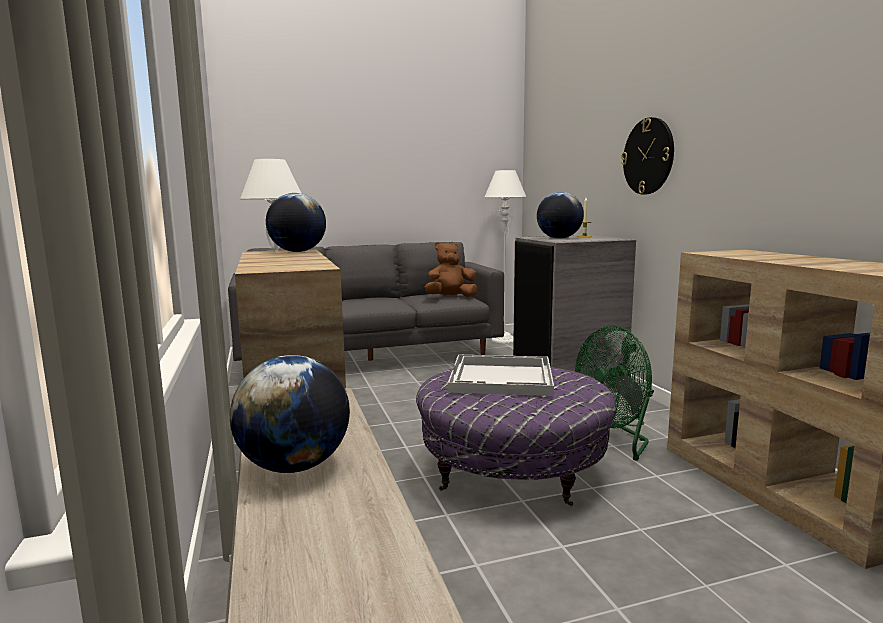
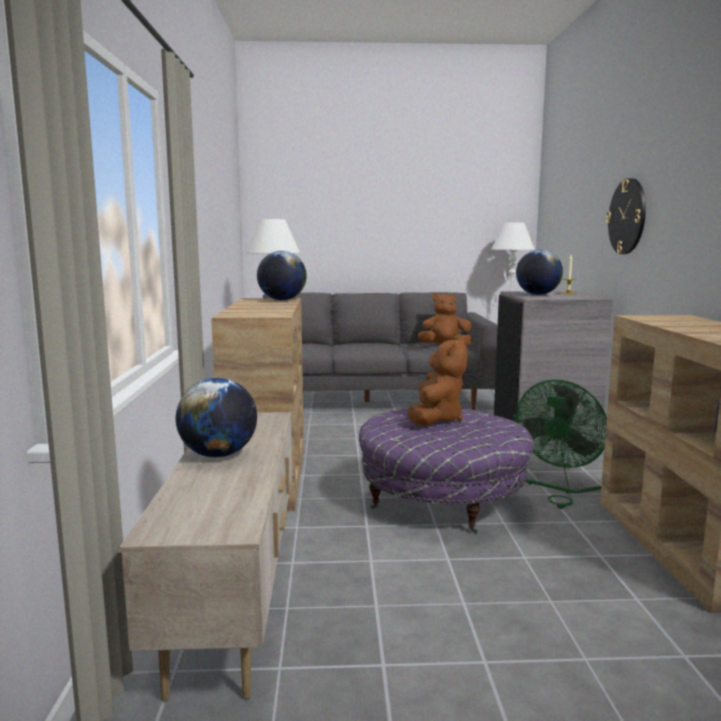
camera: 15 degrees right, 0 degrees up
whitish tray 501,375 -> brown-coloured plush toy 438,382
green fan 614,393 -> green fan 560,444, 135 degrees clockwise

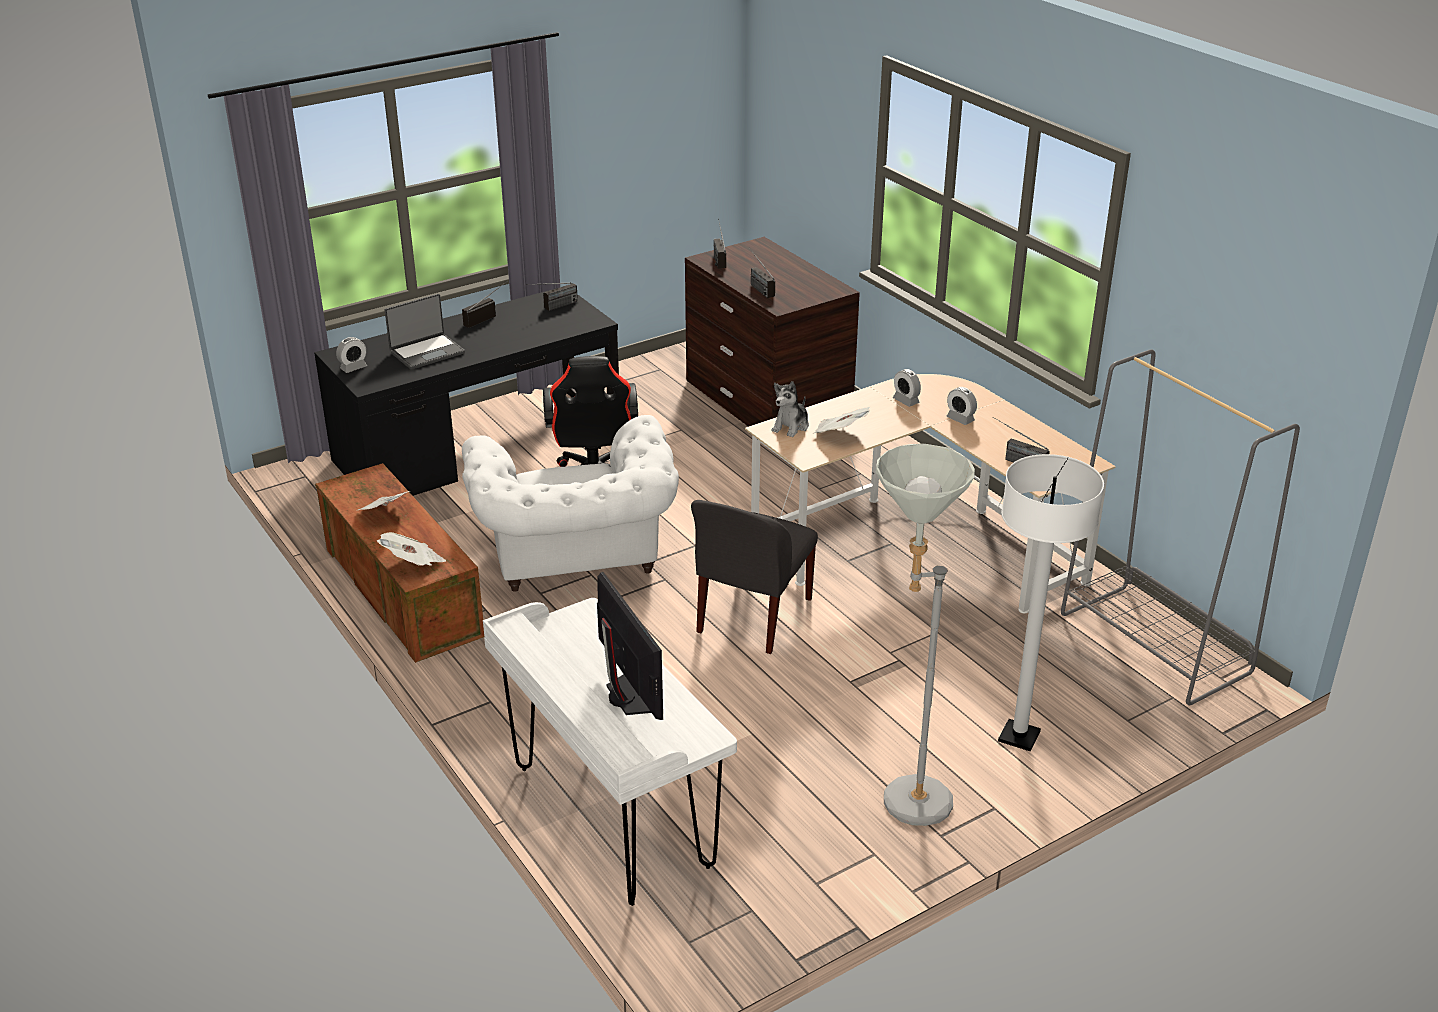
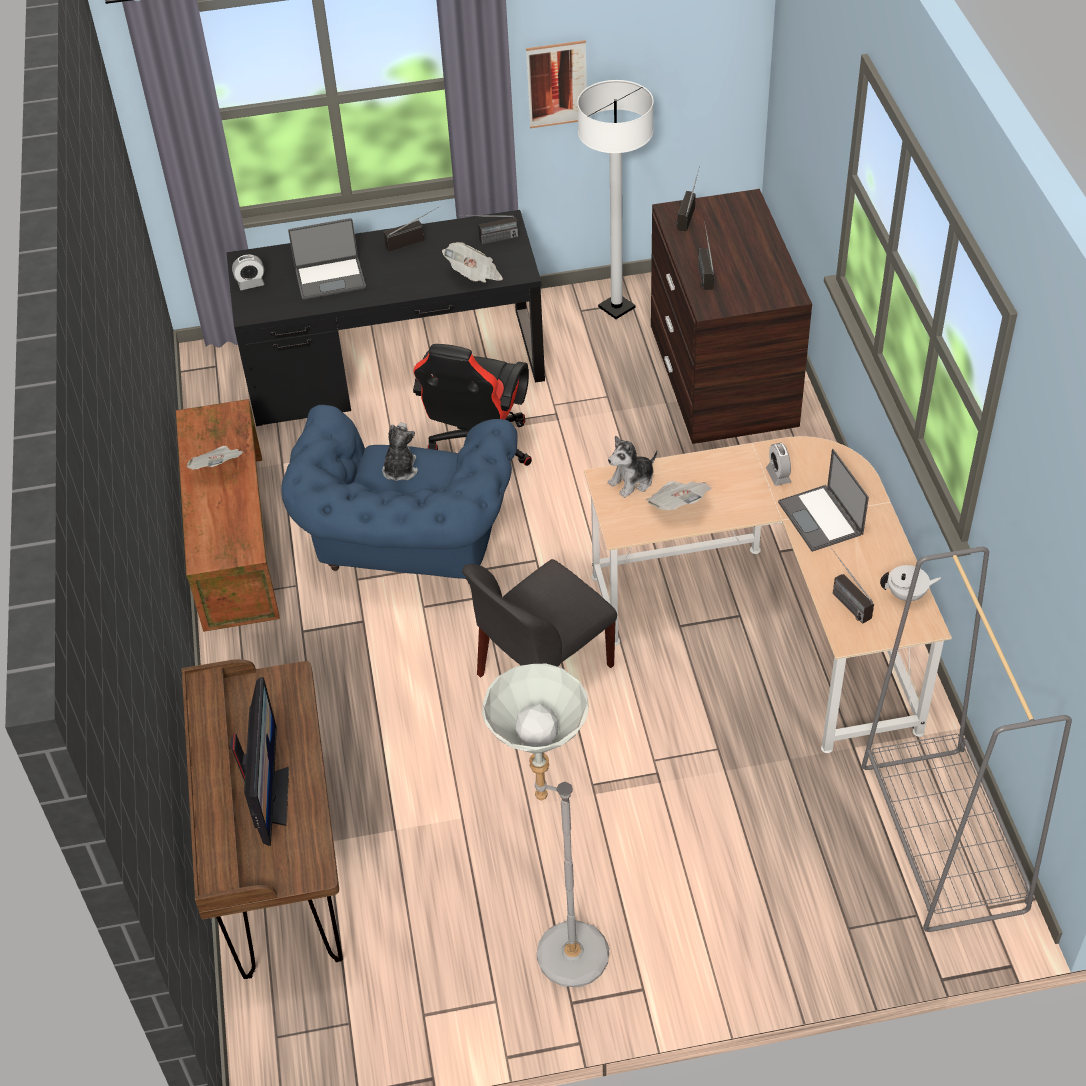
camera: 25 degrees right, 15 degrees up
newspaper 411,549 -> newspaper 472,262, move
whitish lounge chair 570,503 -> blue-coloured lounge chair 399,494
whitish desk unit 610,752 -> brown-coloured desk unit 262,819
table clock 961,406 -> notebook computer 823,500
whitish standing lamp 1051,602 -> whitish standing lamp 615,199, move
none -> plush toy 400,452
none -> wall art 556,84
none -> whitish tea pot 910,583

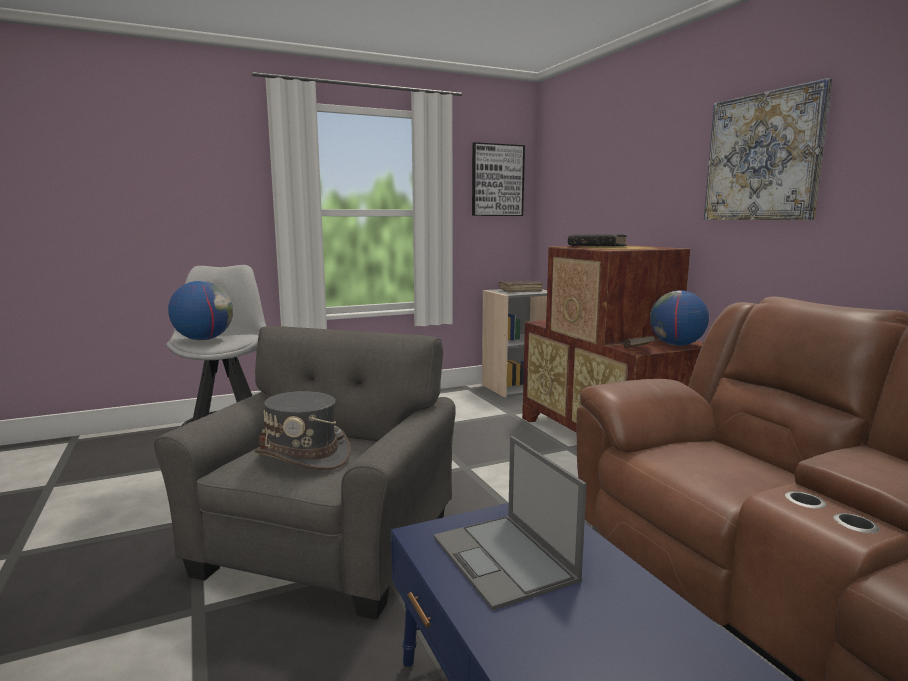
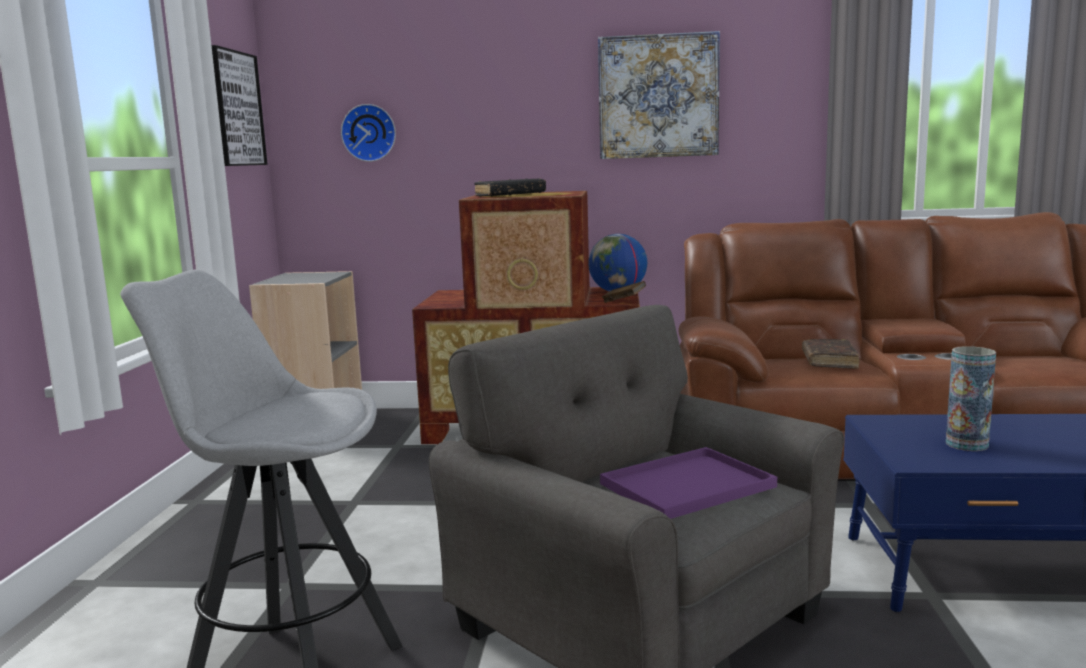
camera: 60 degrees left, 0 degrees up
globe 200,310 -> none
grey wearable hat 302,430 -> purple-coloured tray 688,483
notebook computer 510,523 -> decorative vase 971,398
brown-coloured bound book 521,287 -> brown-coloured bound book 830,354, move
none -> hanging clock 368,133

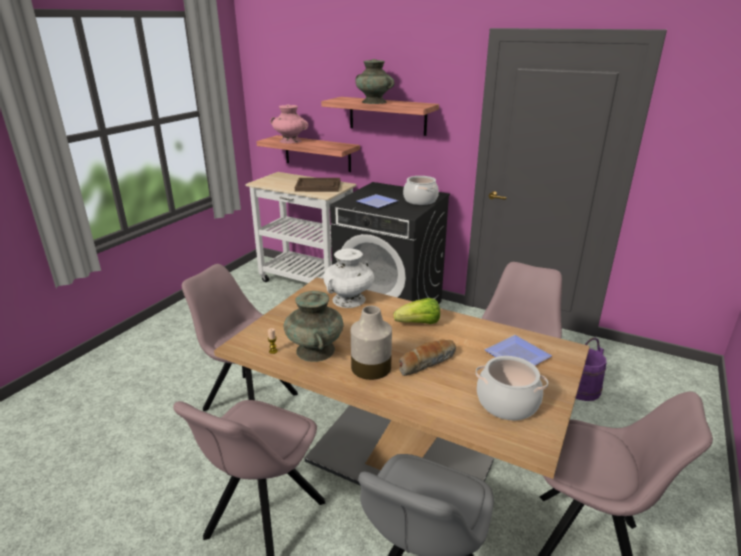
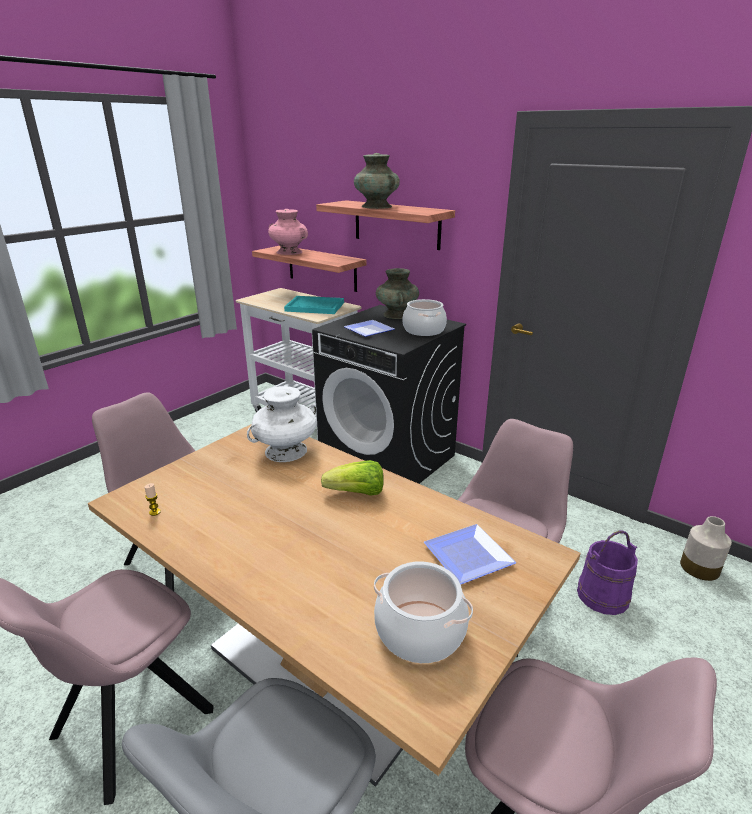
camera: 10 degrees right, 0 degrees up
blue-green decorative vase 313,326 -> blue-green decorative vase 397,293, move
brown-coloured tray 317,185 -> blue-green tray 314,305
sand-coloured decorative vase 371,343 -> sand-coloured decorative vase 706,548, move
baked bread 427,358 -> none

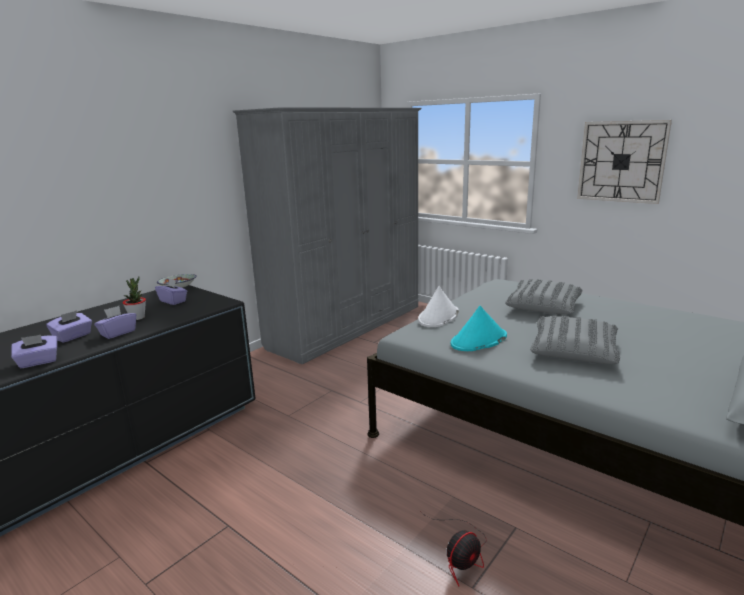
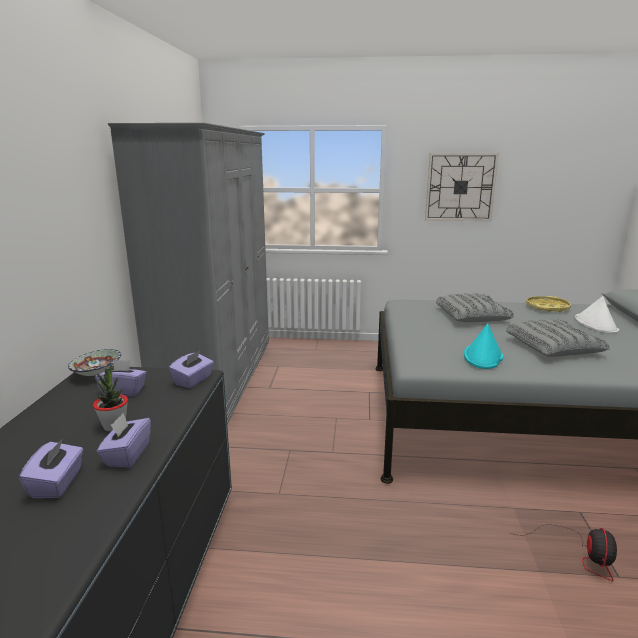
camera: 35 degrees left, 0 degrees up
purple-coloured tissue box 34,351 -> purple-coloured tissue box 191,369, move
whitish wearable hat 438,306 -> whitish wearable hat 597,315, move
none -> yellow tray 548,304

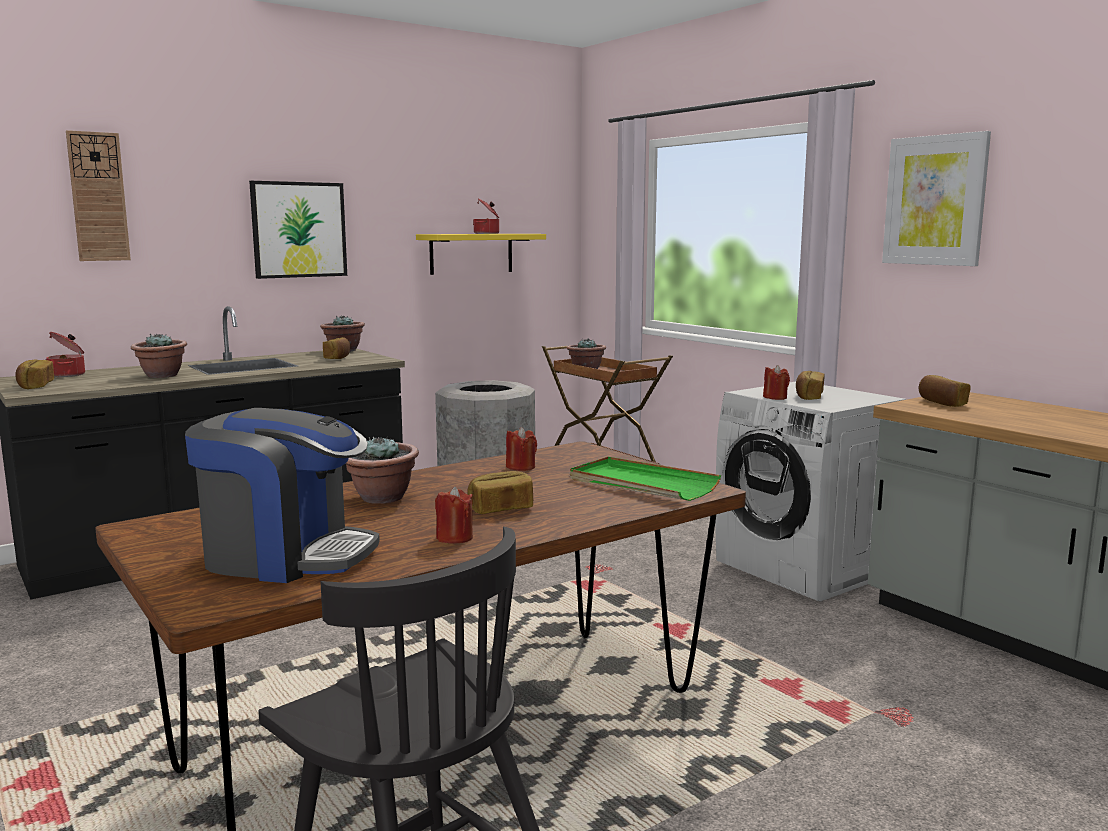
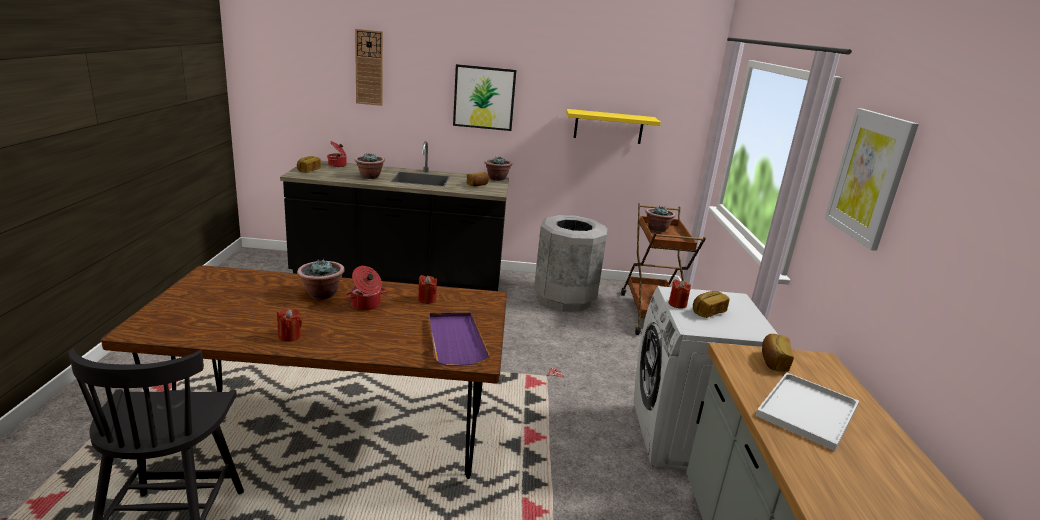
camera: 35 degrees right, 10 degrees up
coffee brewer 282,495 -> none
baked bread 500,492 -> none
cooking pot 486,216 -> cooking pot 365,288, move
green tray 645,479 -> purple-coloured tray 459,339
none -> whitish tray 807,411

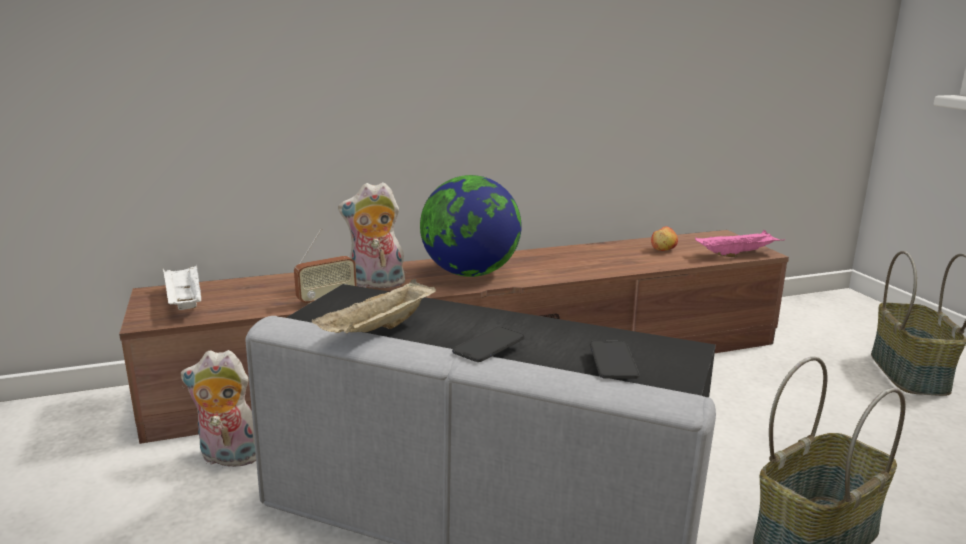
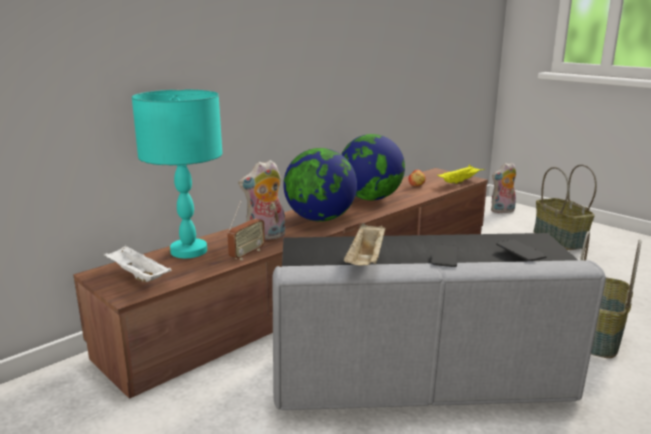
camera: 25 degrees left, 0 degrees up
plush toy 218,408 -> plush toy 503,187, move
pink tray 740,243 -> yellow tray 461,174
none -> blue-green lamp for a table 177,174
none -> globe 373,167

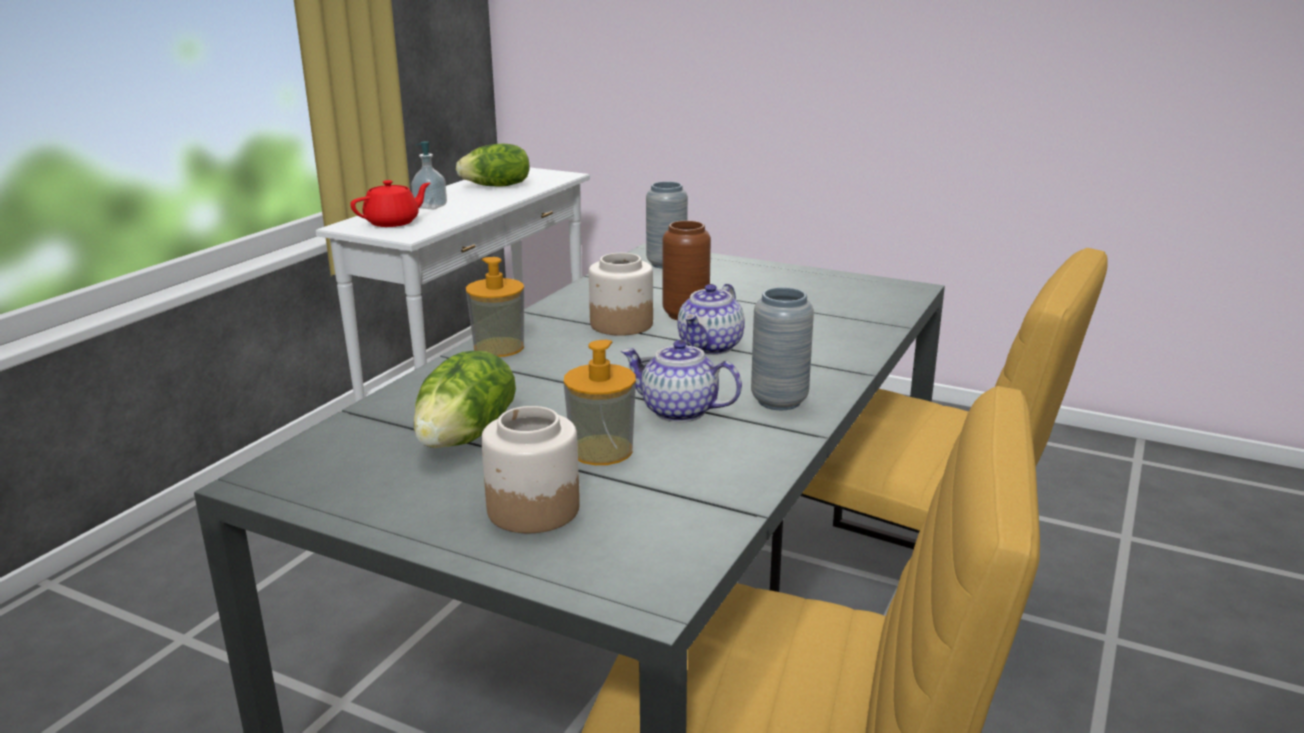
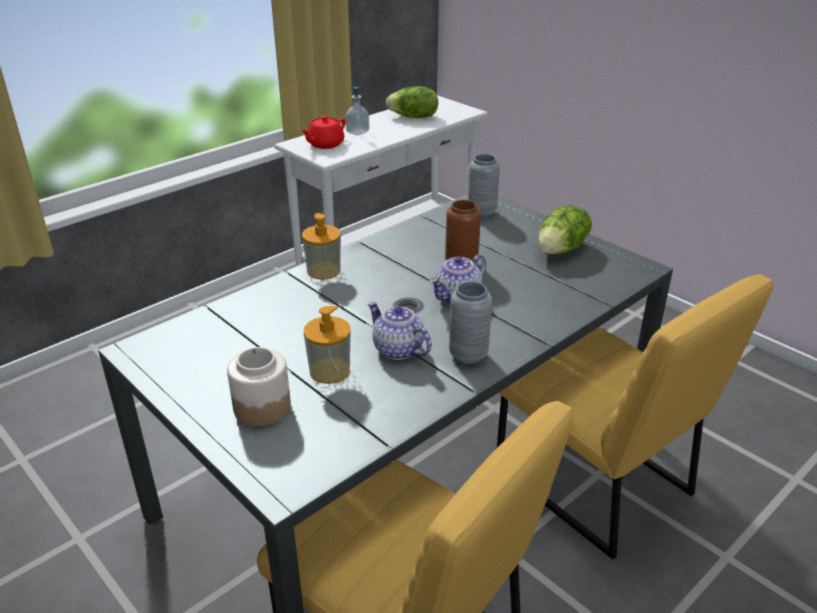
camera: 20 degrees right, 10 degrees up
red tea pot 390,203 -> red tea pot 323,132, 150 degrees clockwise
head of lettuce 465,399 -> head of lettuce 565,229, move
storage jar 621,294 -> none

